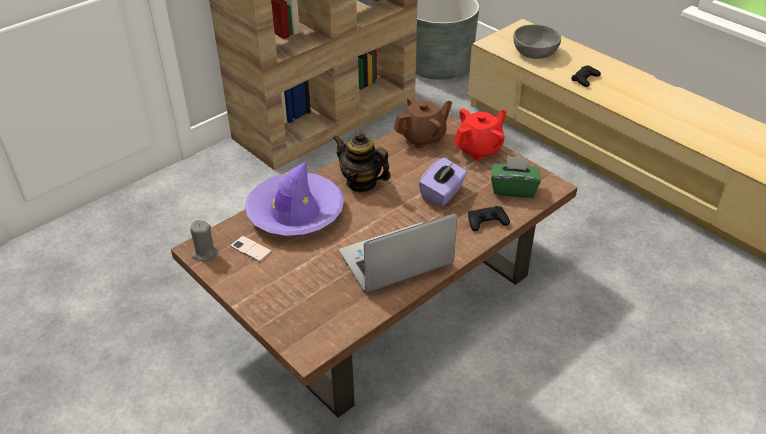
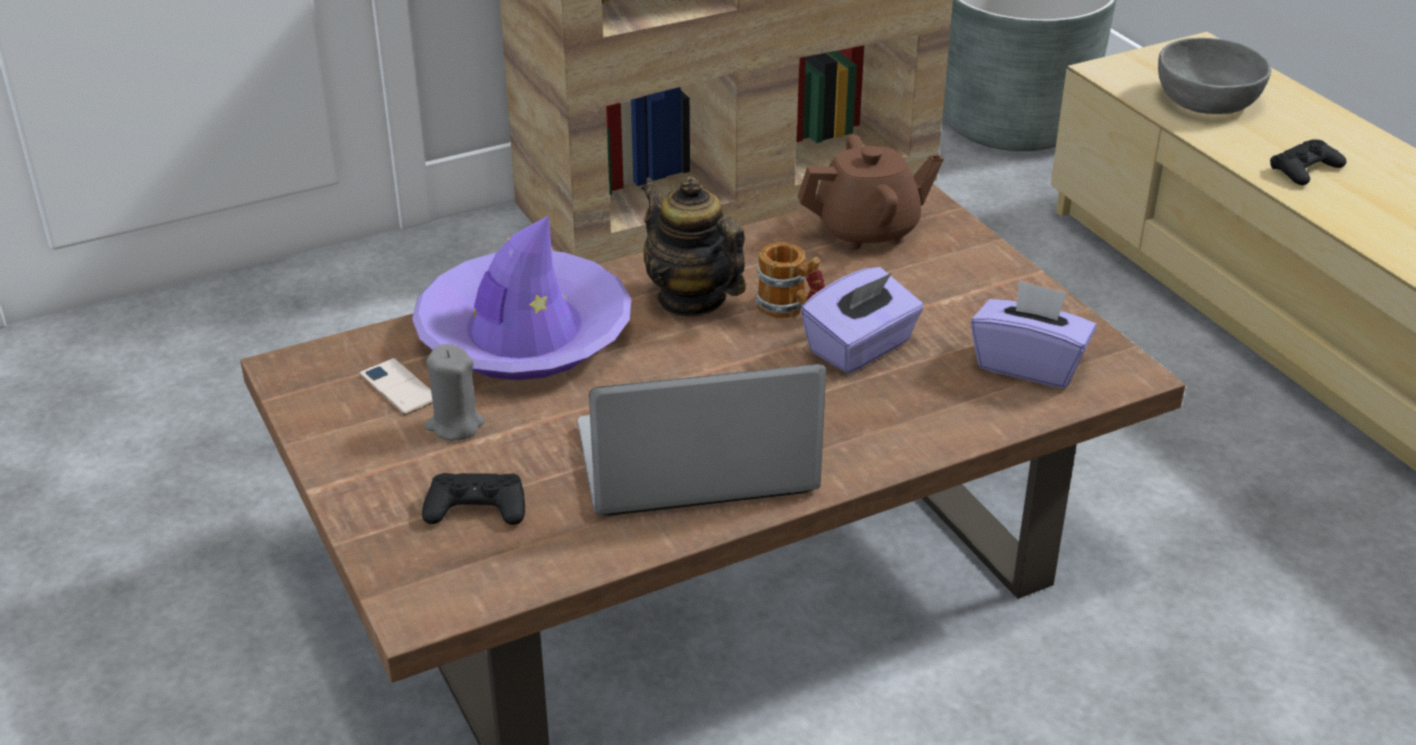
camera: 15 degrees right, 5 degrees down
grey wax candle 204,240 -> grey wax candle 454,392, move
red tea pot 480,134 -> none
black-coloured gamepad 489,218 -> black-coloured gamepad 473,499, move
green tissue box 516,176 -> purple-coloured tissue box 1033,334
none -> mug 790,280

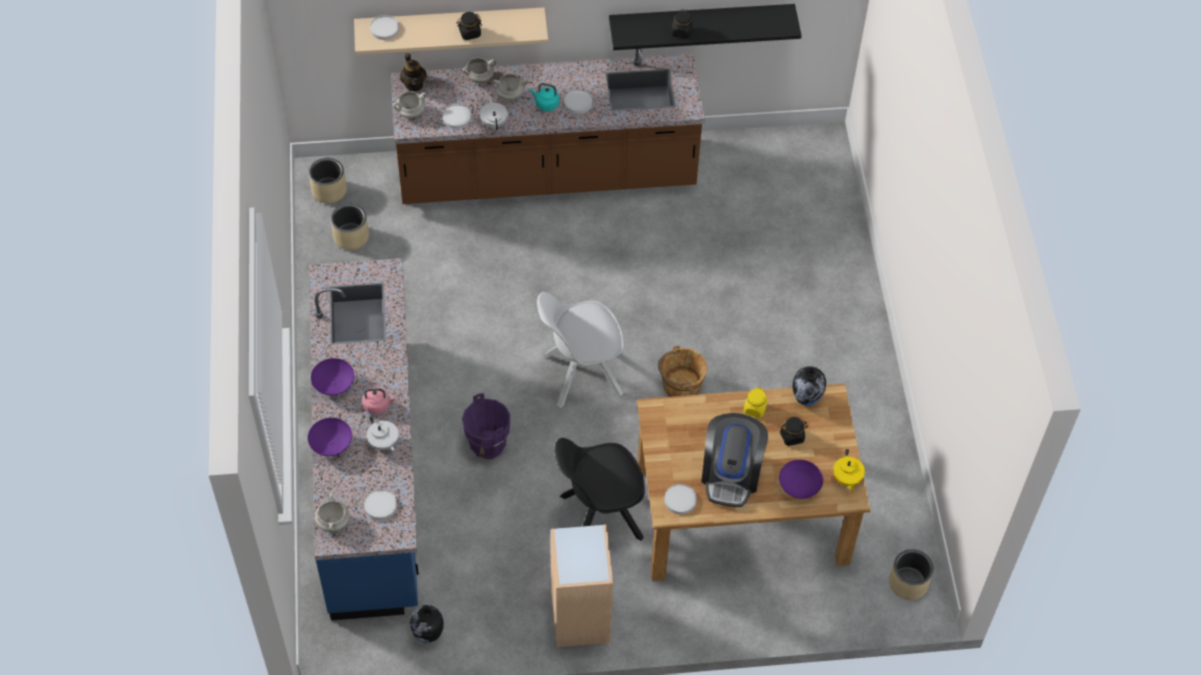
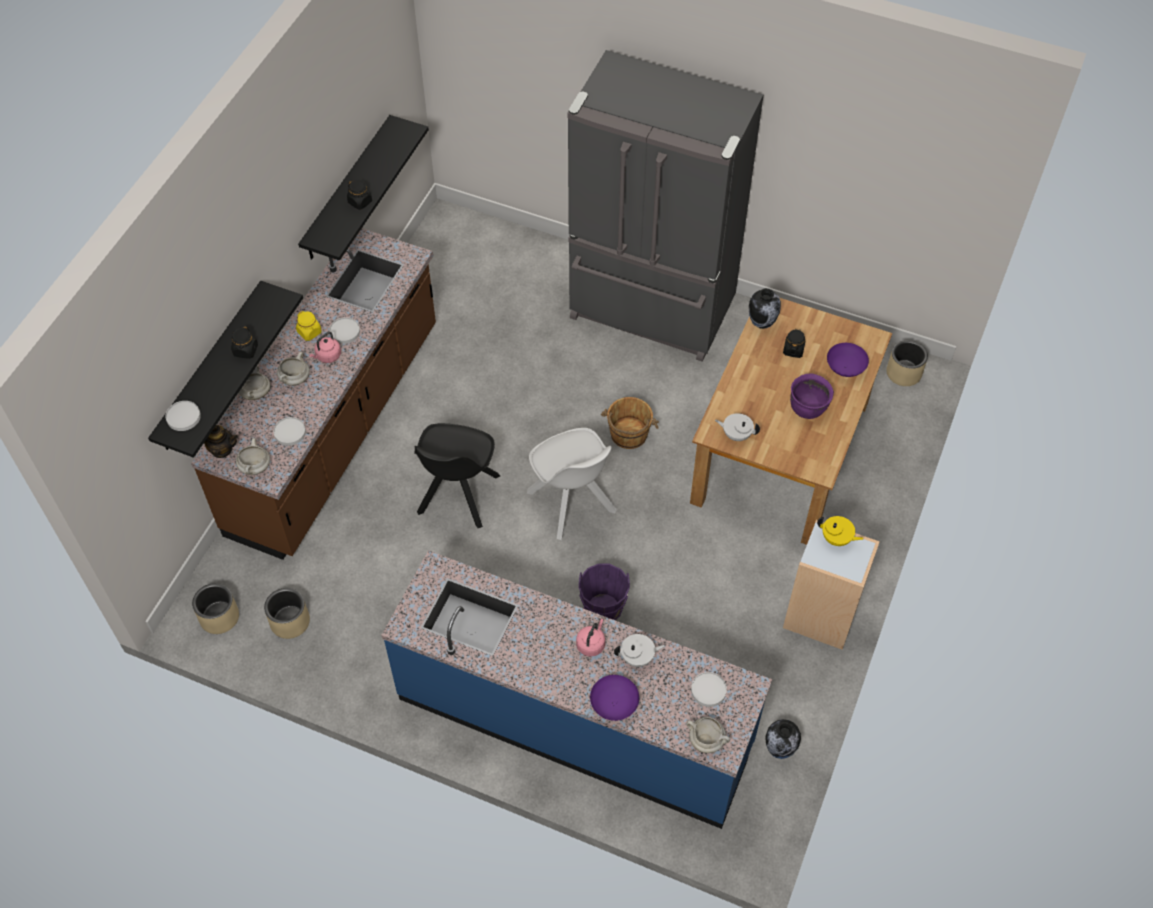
camera: 60 degrees left, 0 degrees up
purple-coloured deep dish 332,377 -> none
sand-coloured shelf 451,31 -> black-coloured shelf 225,369
whitish tea pot 494,113 -> whitish tea pot 737,427, move
blue-green tea kettle 544,97 -> pink tea kettle 325,347
whitish chair 580,350 -> whitish chair 572,484, 45 degrees counterclockwise
black-coloured chair 599,489 -> black-coloured chair 457,475, move
whitish dinner plate 680,499 -> none
coffee brewer 734,460 -> purple-coloured cooking pot 812,396
yellow storage jar 755,402 -> yellow storage jar 309,326, move
yellow tea pot 849,470 -> yellow tea pot 840,531, move
none -> grey fridge 665,206

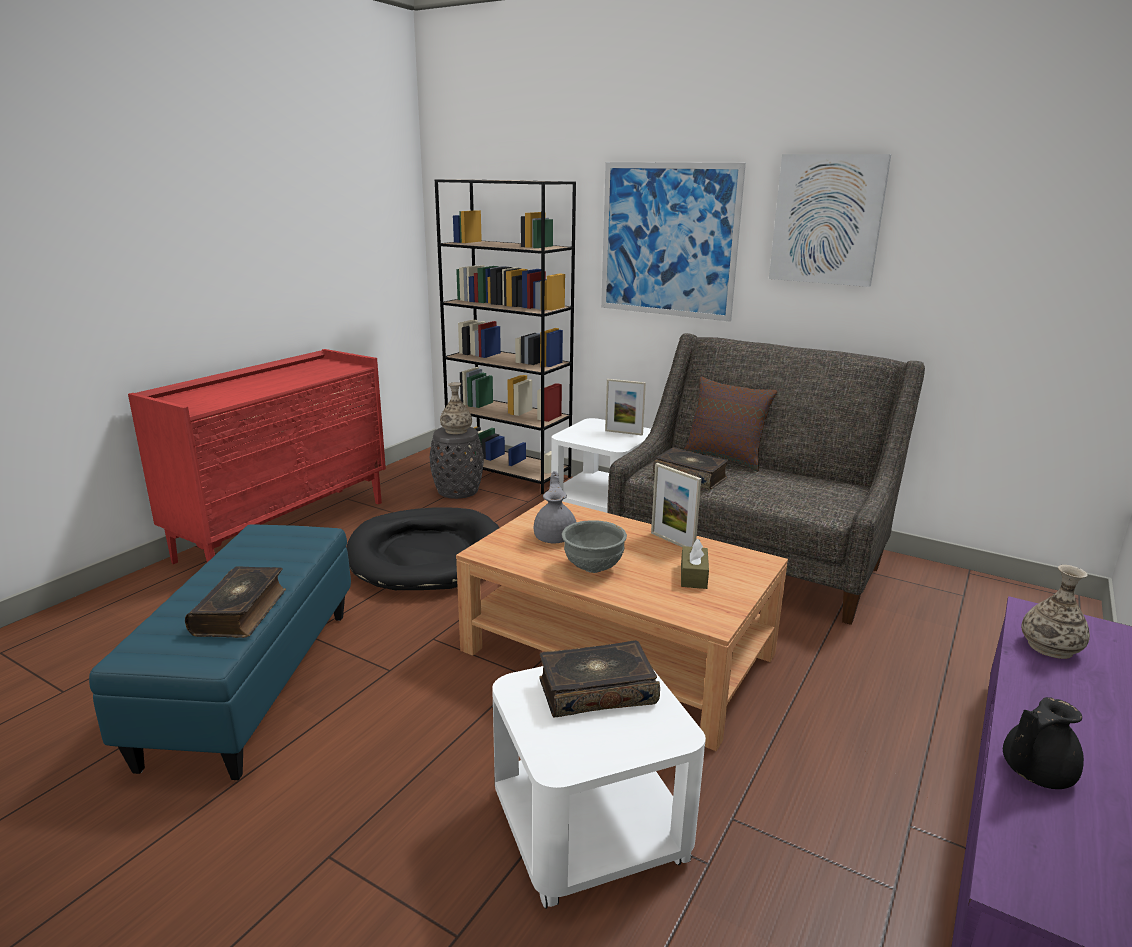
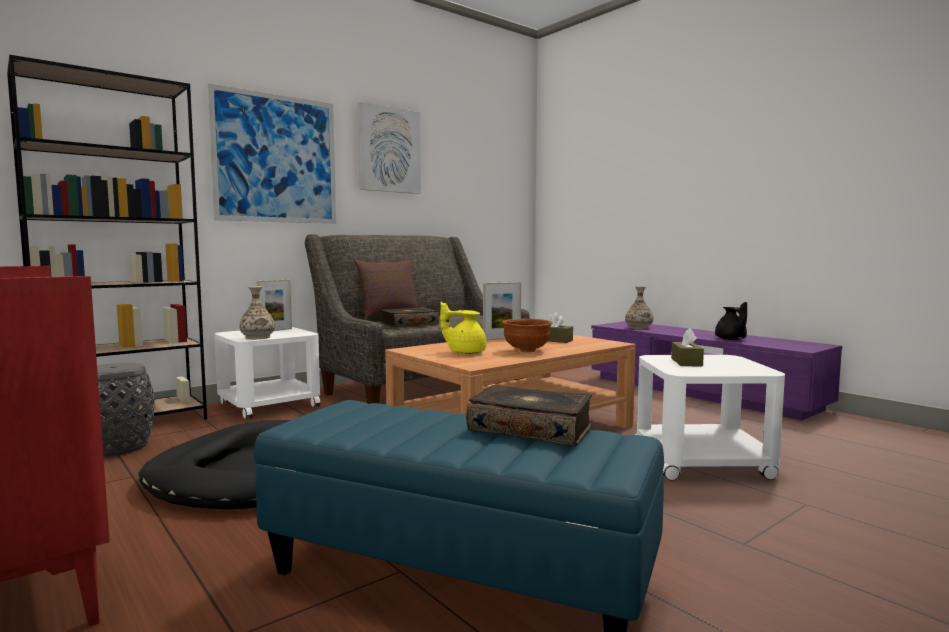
camera: 70 degrees left, 15 degrees down
decorative vase 456,408 -> decorative vase 257,312, move
grey tea pot 555,507 -> yellow tea pot 463,328
bound book 599,678 -> brown-coloured tissue box 687,347
grey deep dish 594,546 -> brown-coloured deep dish 527,335

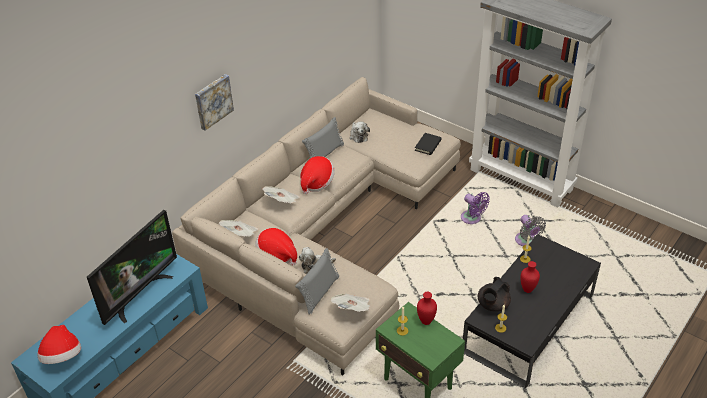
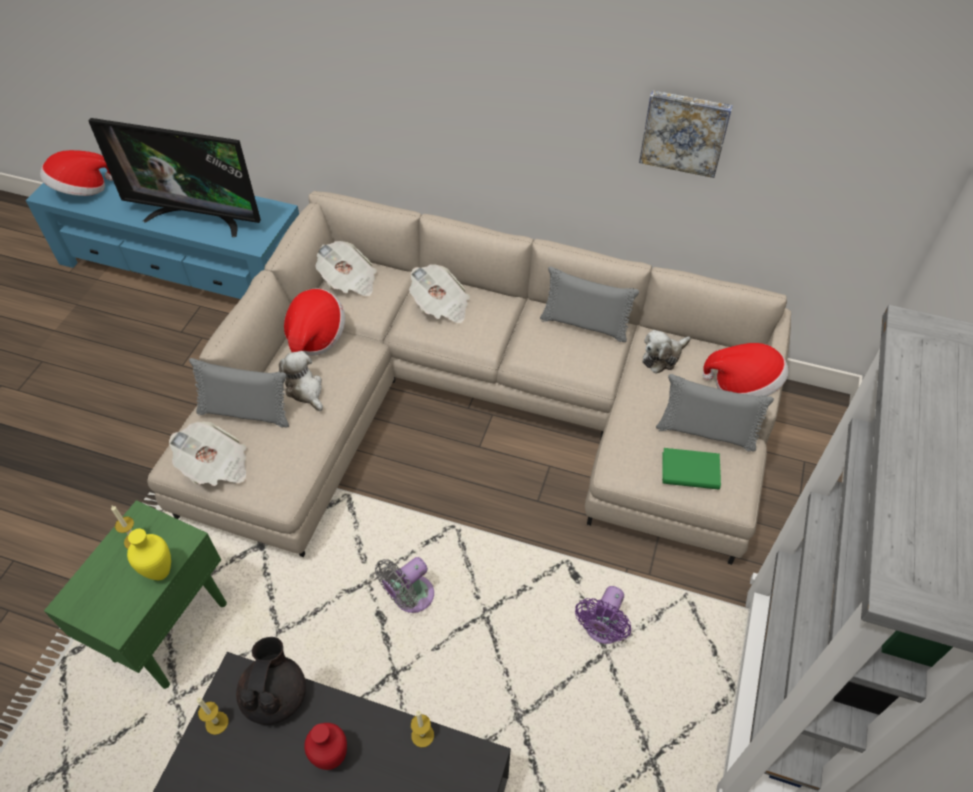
camera: 70 degrees right, 10 degrees up
wall art 214,102 -> wall art 686,134, move
wearable hat 317,175 -> wearable hat 745,369, move
black-coloured bound book 428,144 -> green bound book 691,468
red decorative vase 427,308 -> yellow decorative vase 149,554
black-coloured tea pot 494,294 -> black-coloured tea pot 271,681, 75 degrees clockwise
grey fan 530,230 -> grey fan 404,585, move
none -> grey throw pillow 715,413

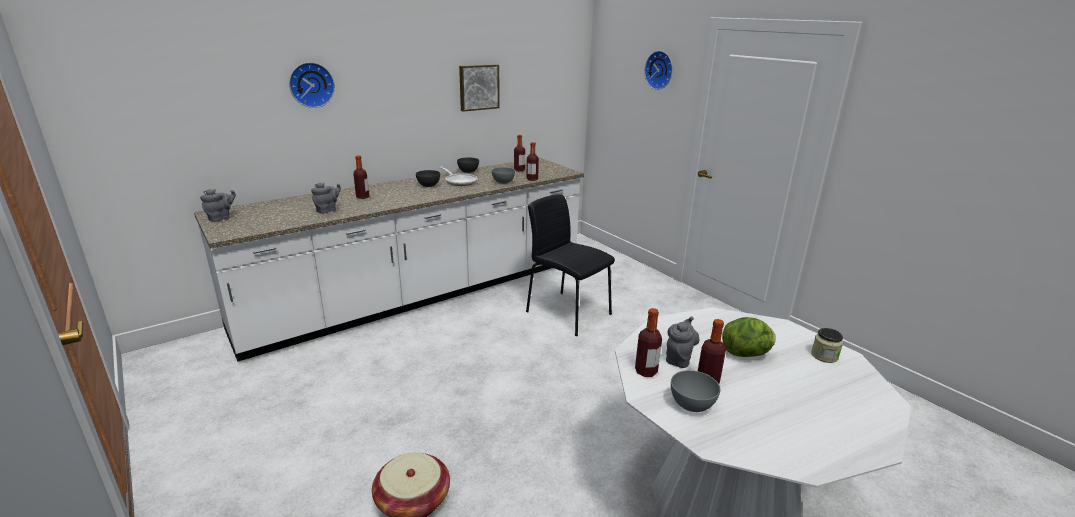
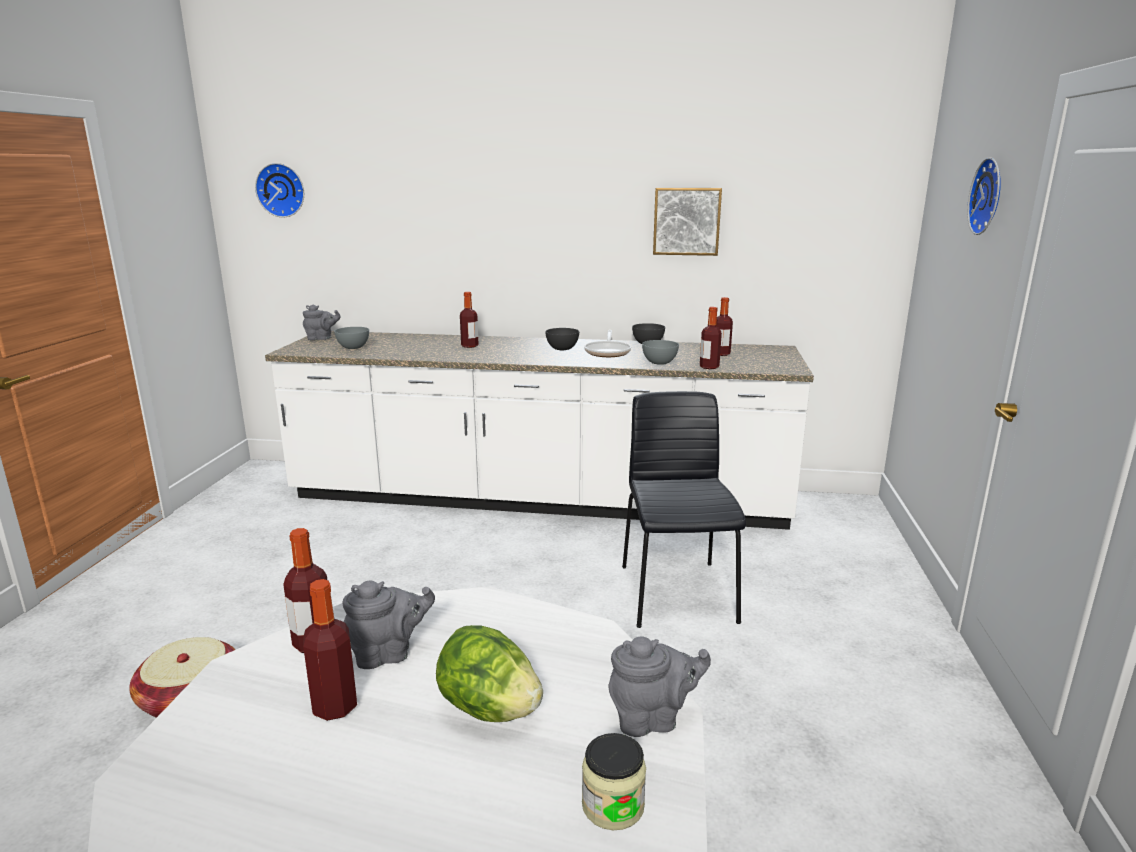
camera: 45 degrees right, 5 degrees down
hanging clock 312,85 -> hanging clock 279,190, move
grey tea pot 326,198 -> grey tea pot 660,686, move
grey deep dish 696,391 -> grey deep dish 351,338, move

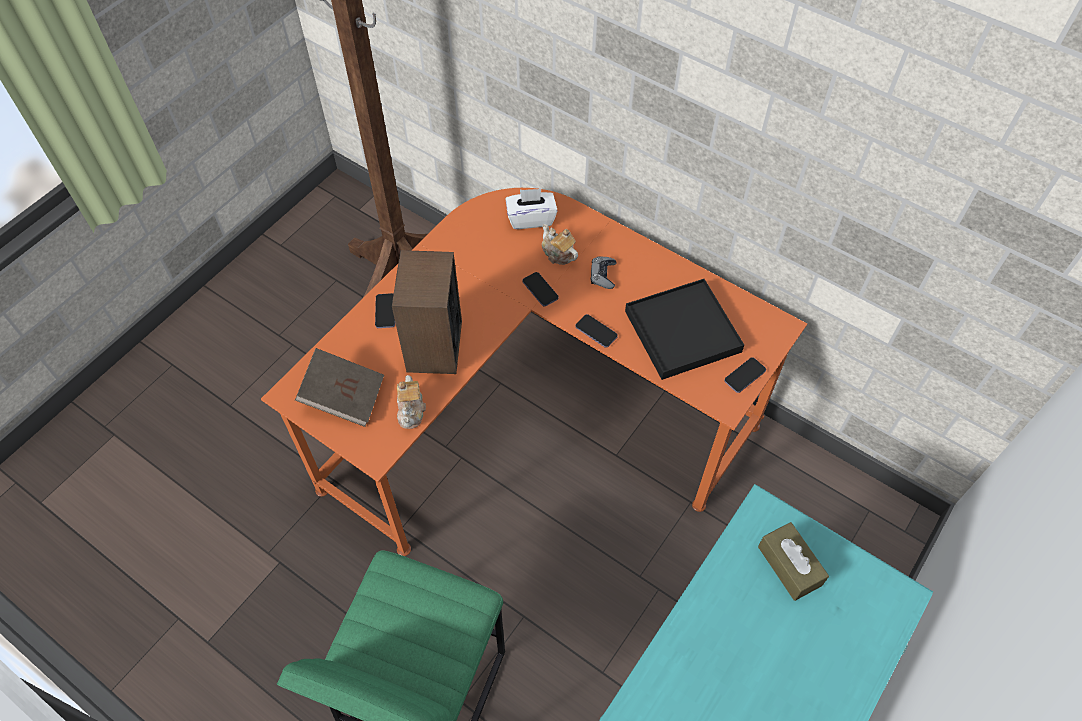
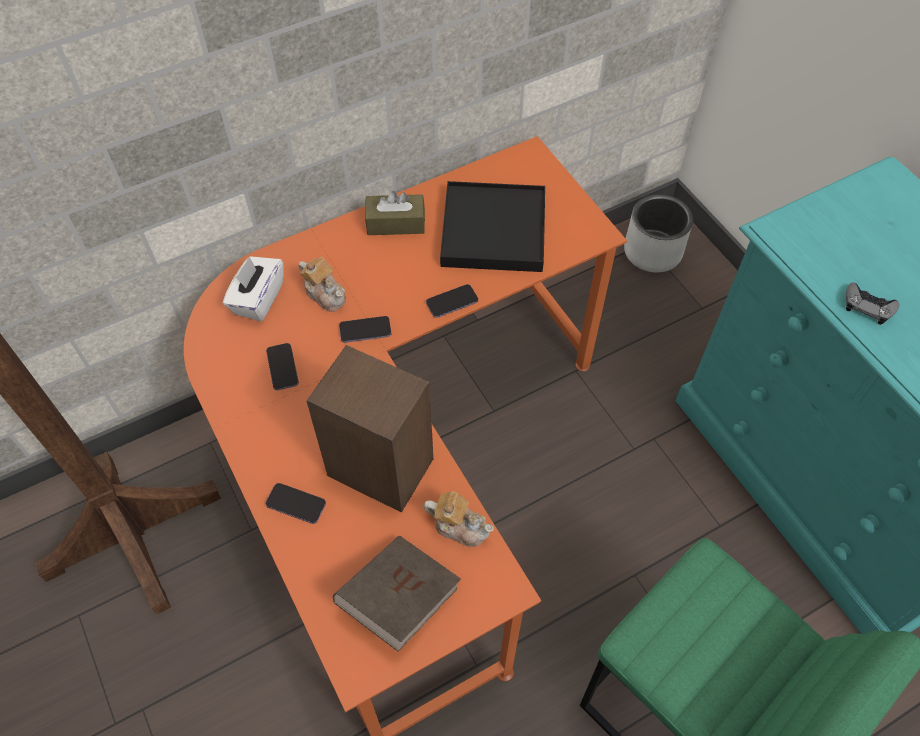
camera: 65 degrees left, 0 degrees up
tea pot 560,244 -> tea pot 322,284, 120 degrees counterclockwise
grey gamepad 603,272 -> grey gamepad 873,304, move
telephone 745,375 -> telephone 282,366, move
brown-coloured tissue box 793,561 -> brown-coloured tissue box 395,213, move
none -> grey planter 658,233

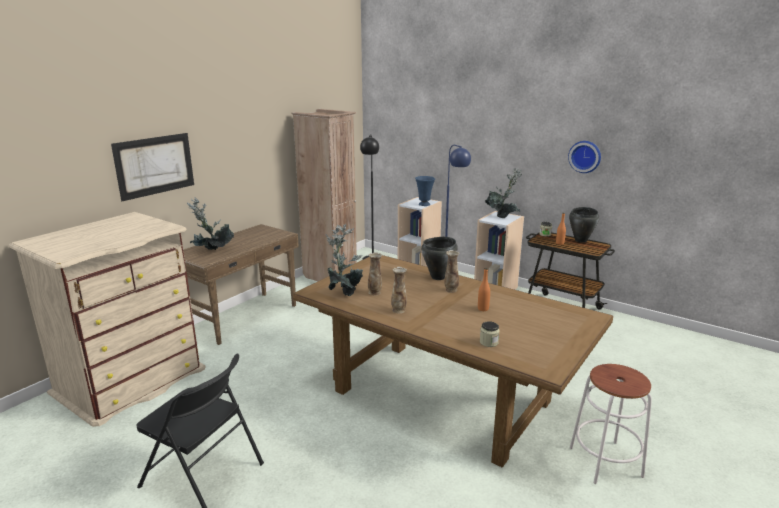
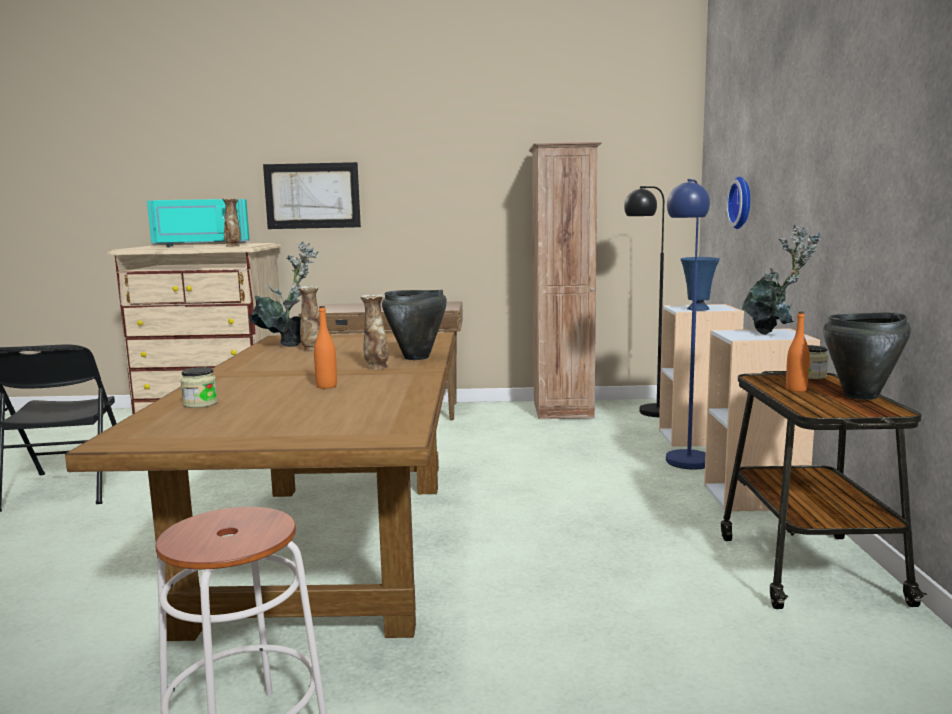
camera: 55 degrees right, 10 degrees down
potted plant 210,223 -> none
decorative vase 399,290 -> decorative vase 232,223, move
hanging clock 584,157 -> hanging clock 738,203, move
none -> blue-green microwave oven 198,223

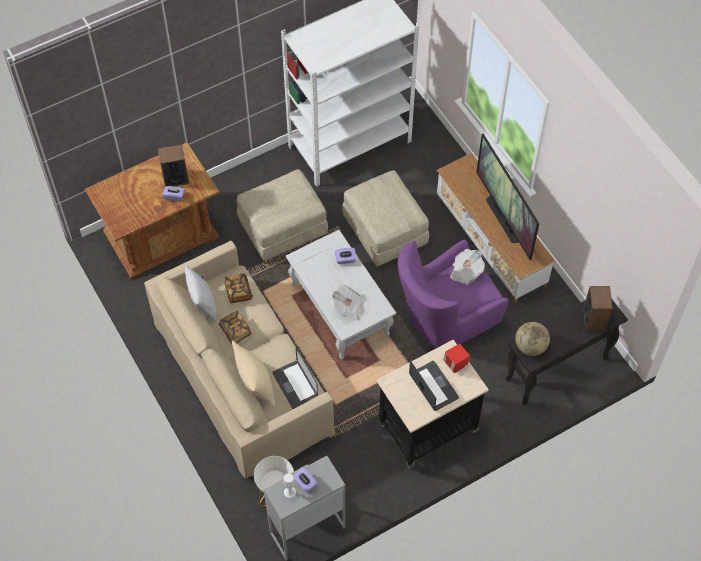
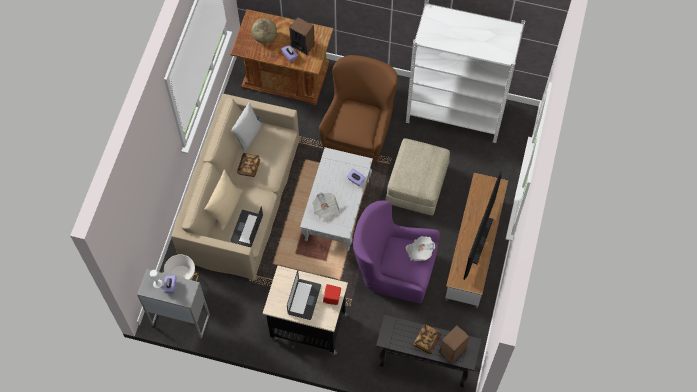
camera: 45 degrees right, 5 degrees up
bound book 238,288 -> bound book 427,339, move
sand-coloured ottoman 282,215 -> brown-coloured lounge chair 358,109
globe 532,339 -> globe 264,30, move

